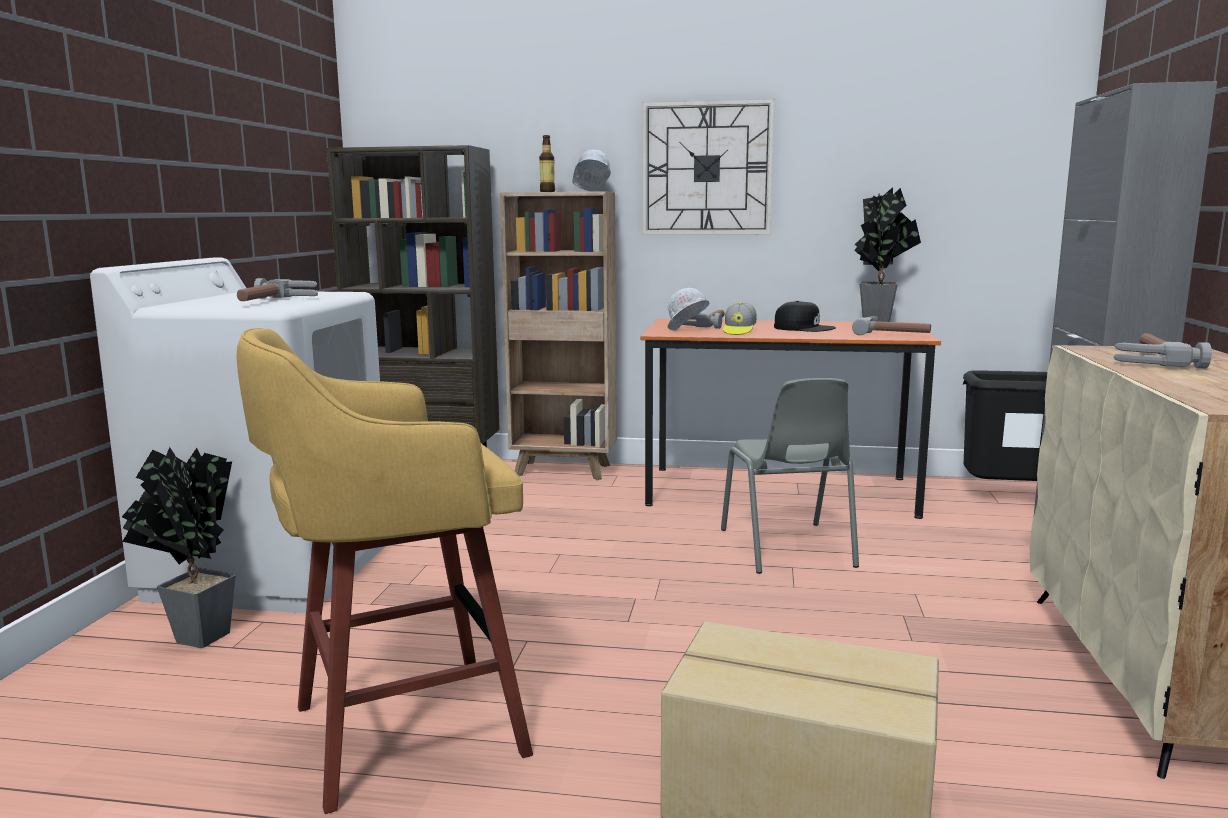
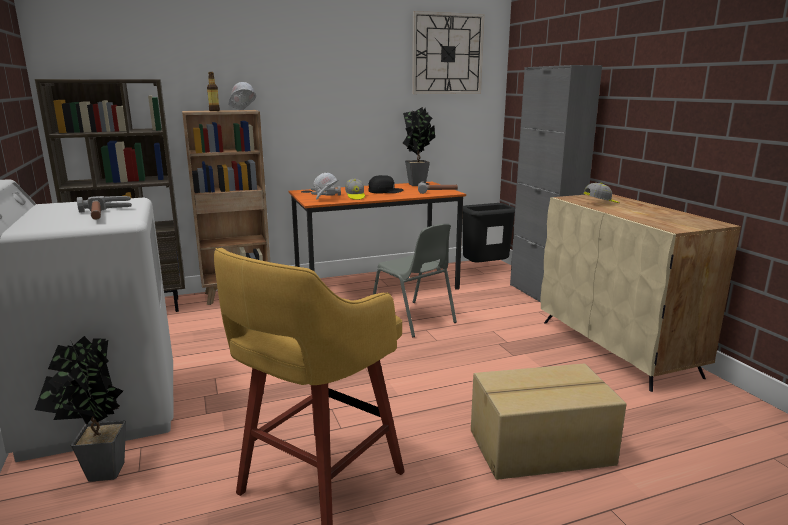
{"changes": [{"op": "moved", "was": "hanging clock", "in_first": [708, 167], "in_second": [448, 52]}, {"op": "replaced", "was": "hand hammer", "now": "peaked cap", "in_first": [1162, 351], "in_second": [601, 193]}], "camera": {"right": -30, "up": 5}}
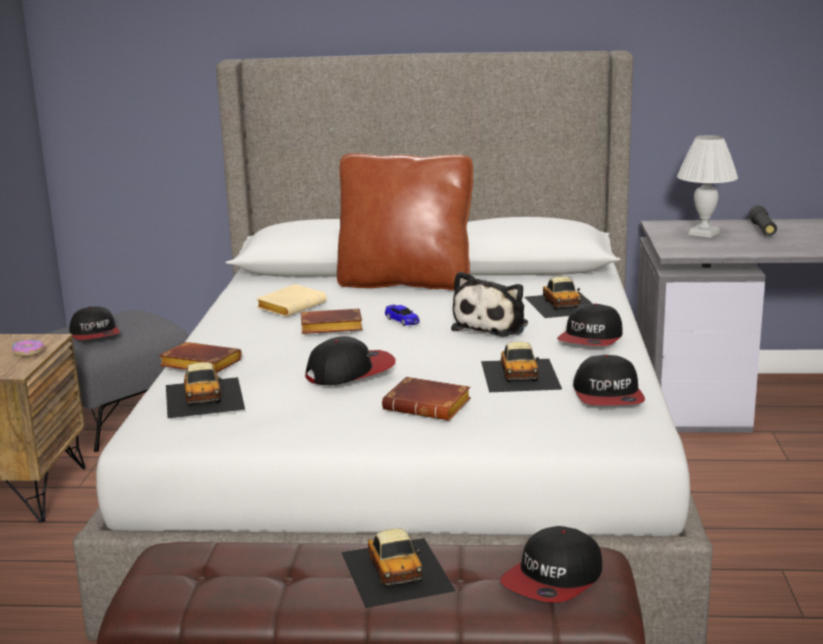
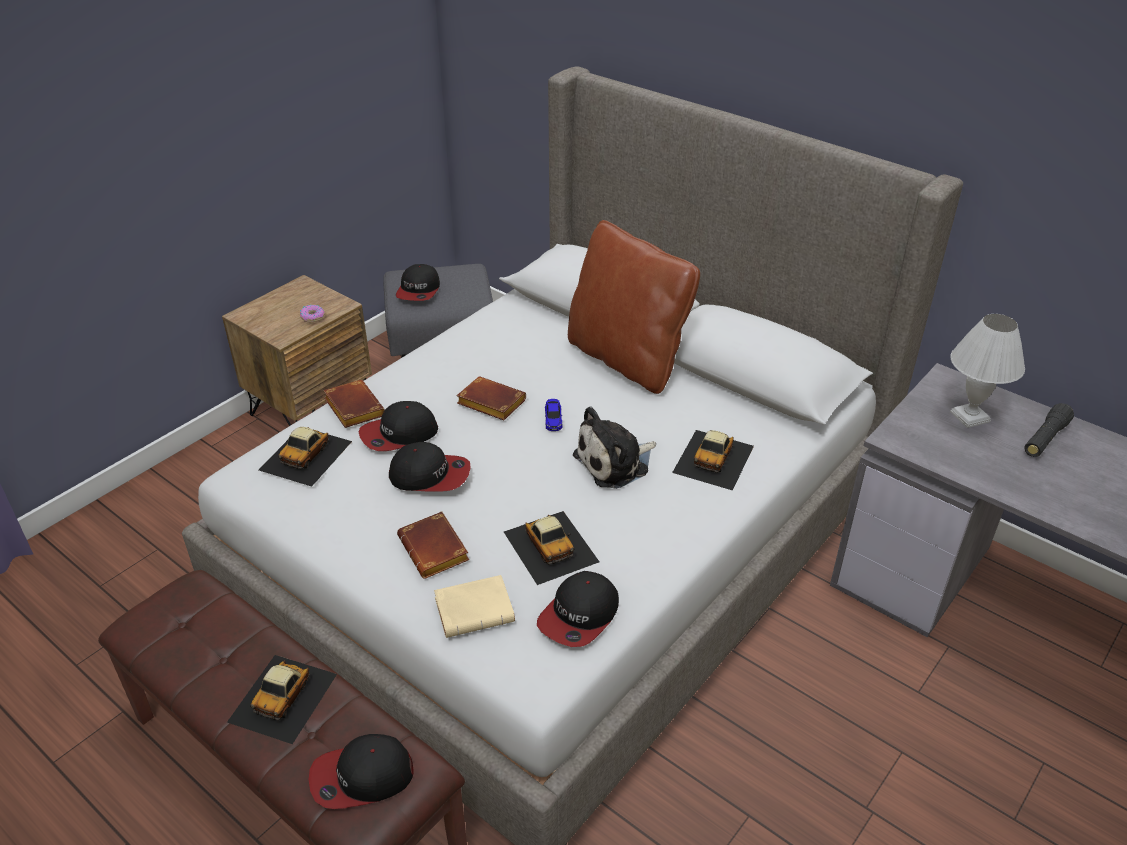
{"changes": [{"op": "moved", "was": "beige-coloured volume", "in_first": [291, 300], "in_second": [474, 606]}, {"op": "moved", "was": "peaked cap", "in_first": [590, 325], "in_second": [398, 426]}, {"op": "turned", "was": "toy car", "in_first": [521, 367], "in_second": [551, 548], "clockwise": -60}], "camera": {"right": 35, "up": 20}}
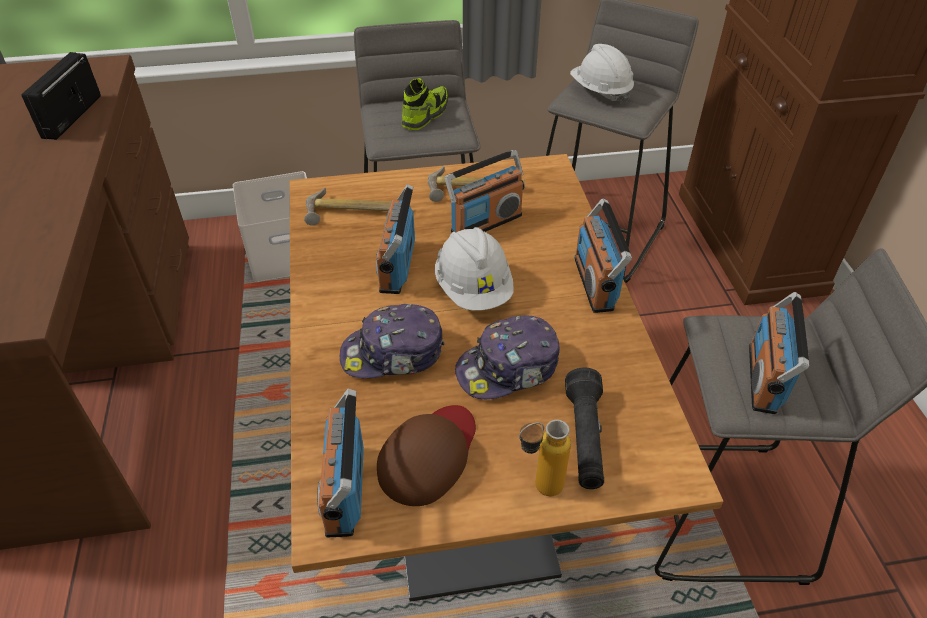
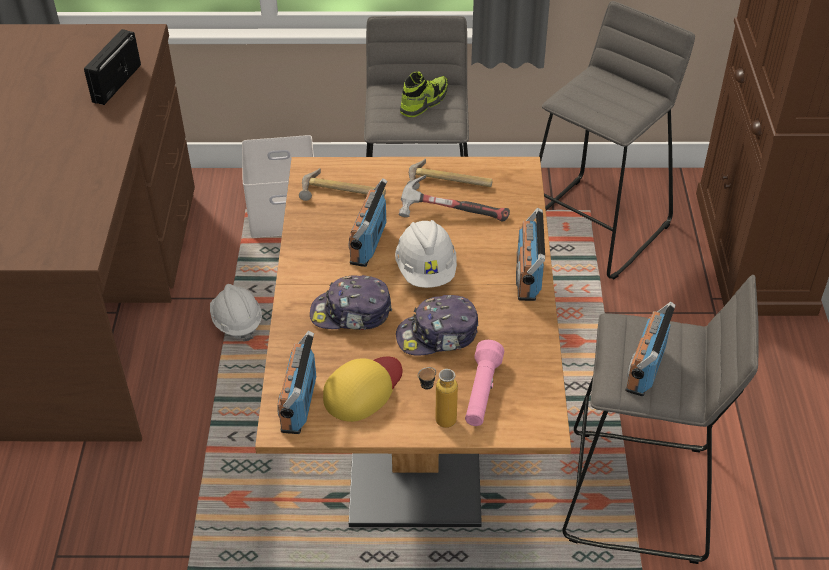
{"changes": [{"op": "moved", "was": "whitish hard hat", "in_first": [602, 74], "in_second": [236, 312]}, {"op": "replaced", "was": "radio receiver", "now": "hand hammer", "in_first": [484, 191], "in_second": [454, 198]}, {"op": "recoloured", "was": "black-coloured hand torch", "now": "pink hand torch", "in_first": [584, 428], "in_second": [484, 383]}, {"op": "recoloured", "was": "brown peaked cap", "now": "yellow-coloured peaked cap", "in_first": [426, 455], "in_second": [363, 389]}], "camera": {"right": 10, "up": 0}}
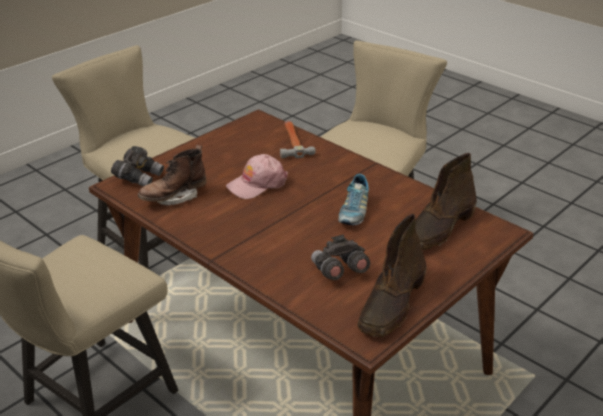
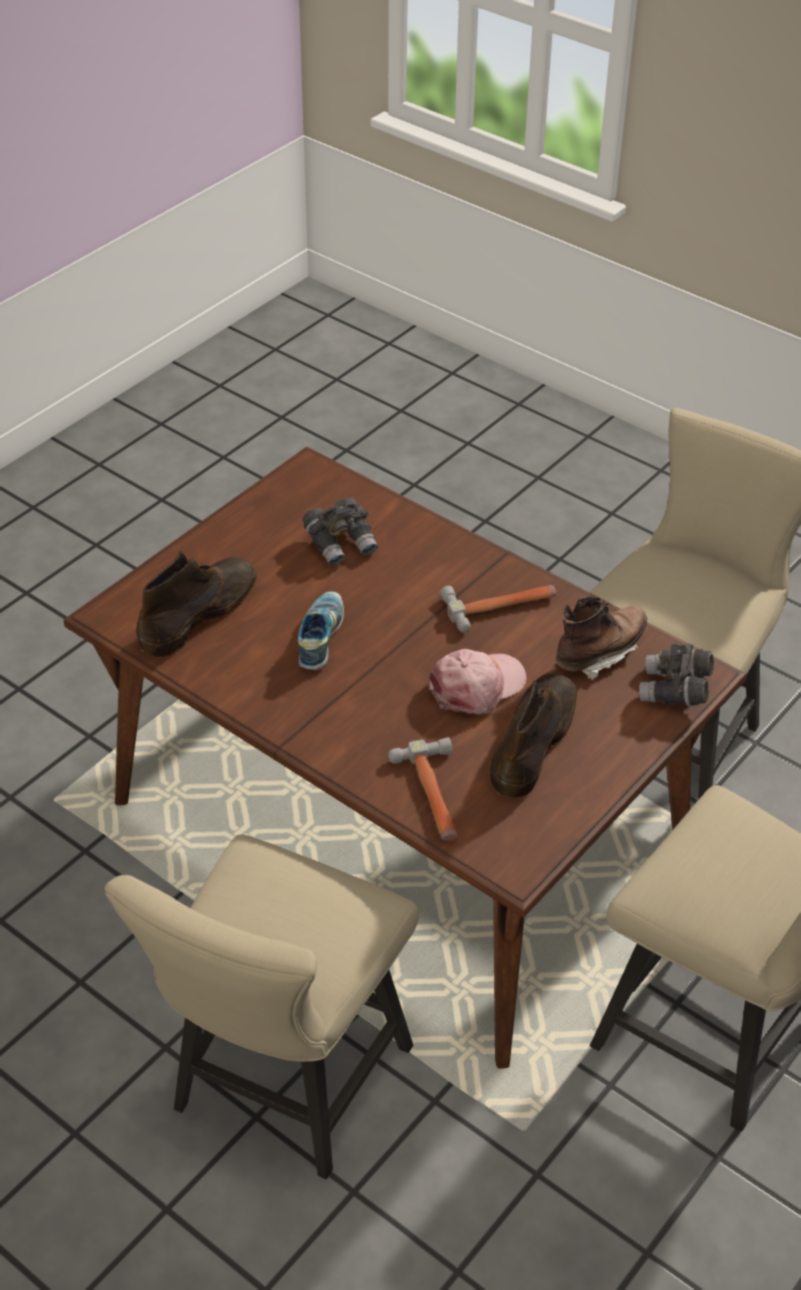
{"changes": [{"op": "moved", "was": "brown high-top boot", "in_first": [392, 275], "in_second": [533, 735]}, {"op": "added", "now": "hand hammer", "in_second": [498, 609]}], "camera": {"right": 175, "up": 10}}
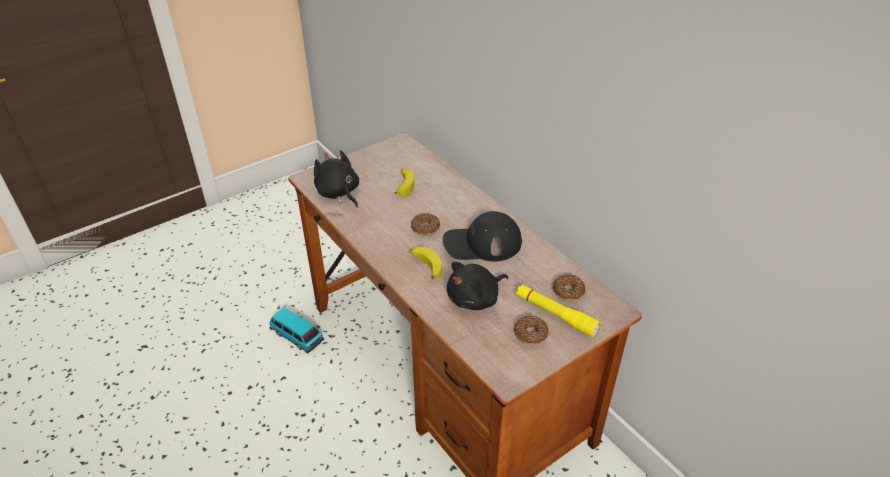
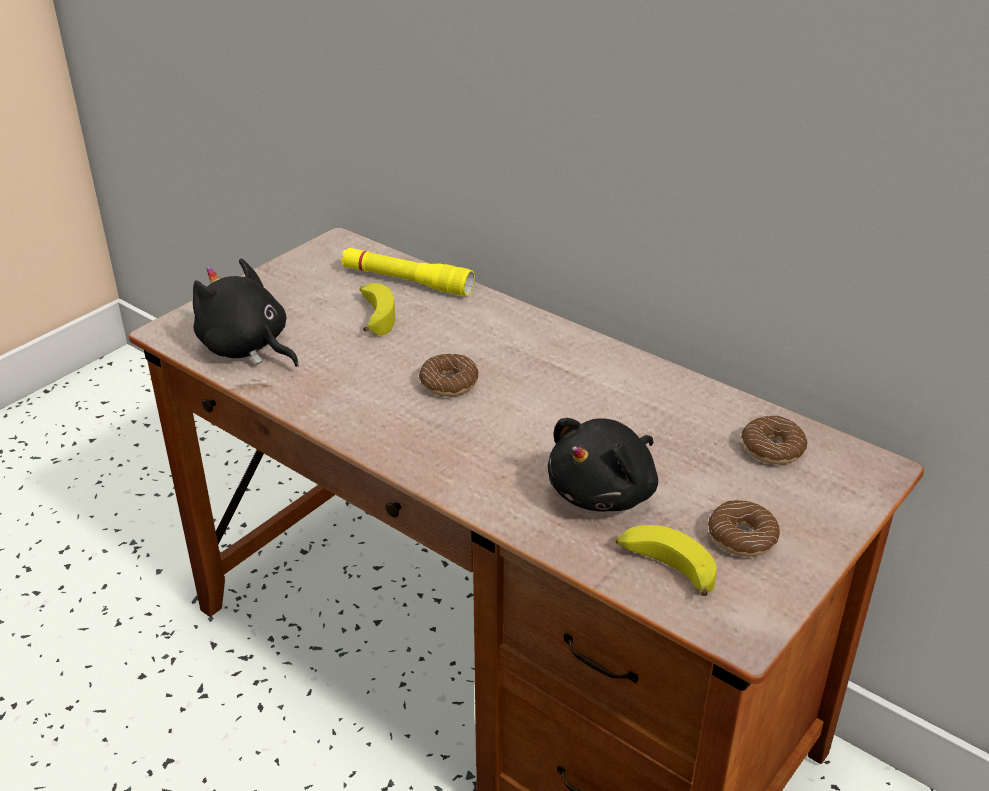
{"changes": [{"op": "removed", "was": "black-coloured peaked cap", "in_first": [482, 236]}, {"op": "moved", "was": "whole banana", "in_first": [425, 263], "in_second": [666, 560]}, {"op": "moved", "was": "yellow-coloured hand torch", "in_first": [558, 310], "in_second": [408, 272]}, {"op": "removed", "was": "toy car", "in_first": [296, 330]}], "camera": {"right": -15, "up": -5}}
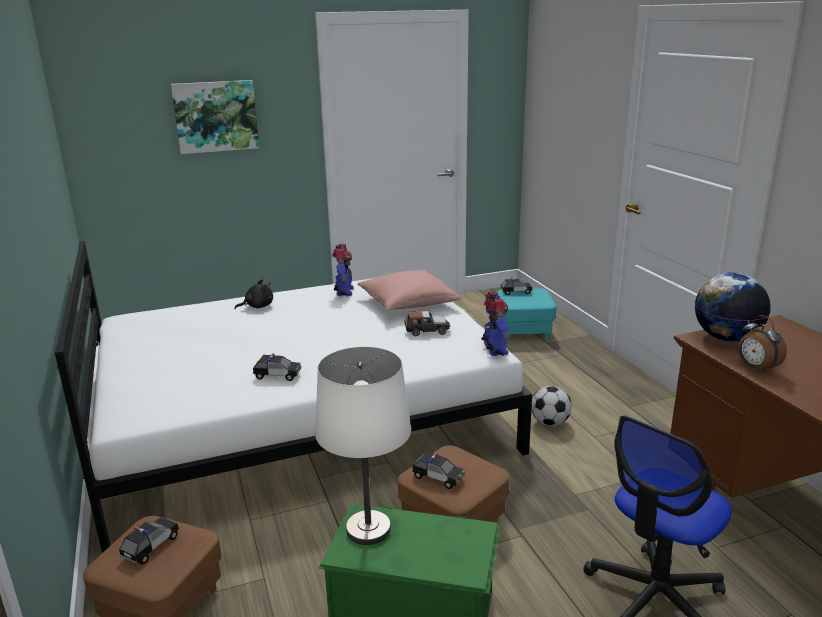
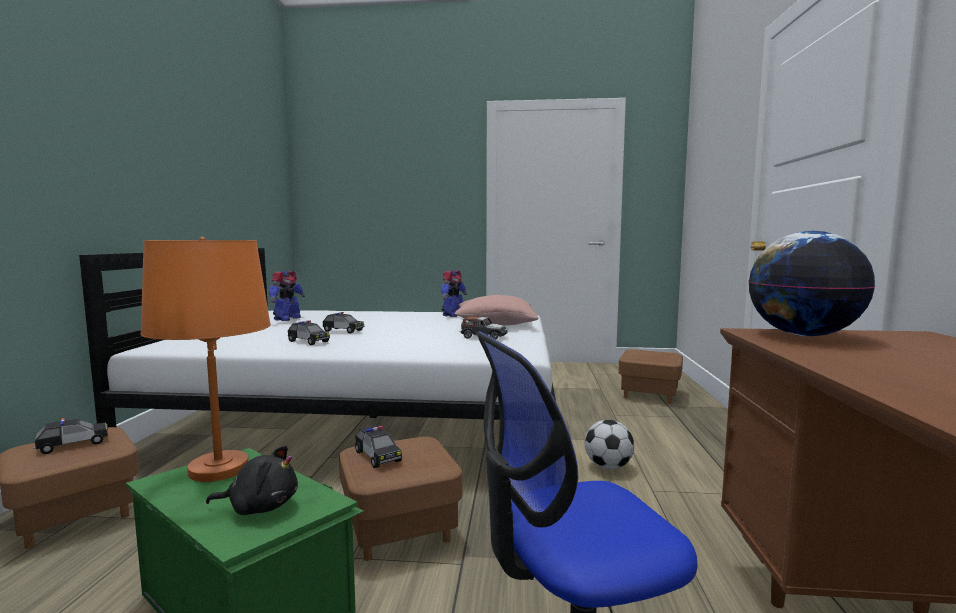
{"changes": [{"op": "removed", "was": "picture", "in_first": [215, 117]}, {"op": "moved", "was": "toy car", "in_first": [516, 286], "in_second": [343, 322]}, {"op": "moved", "was": "black-coloured plush toy", "in_first": [253, 294], "in_second": [252, 480]}, {"op": "recoloured", "was": "turquoise-coloured ottoman", "now": "brown ottoman", "in_first": [526, 314], "in_second": [650, 376]}, {"op": "moved", "was": "robot figure", "in_first": [495, 324], "in_second": [287, 296]}, {"op": "removed", "was": "table clock", "in_first": [762, 344]}, {"op": "recoloured", "was": "whitish lamp for a table", "now": "orange lamp for a table", "in_first": [363, 446], "in_second": [205, 359]}], "camera": {"right": 25, "up": -15}}
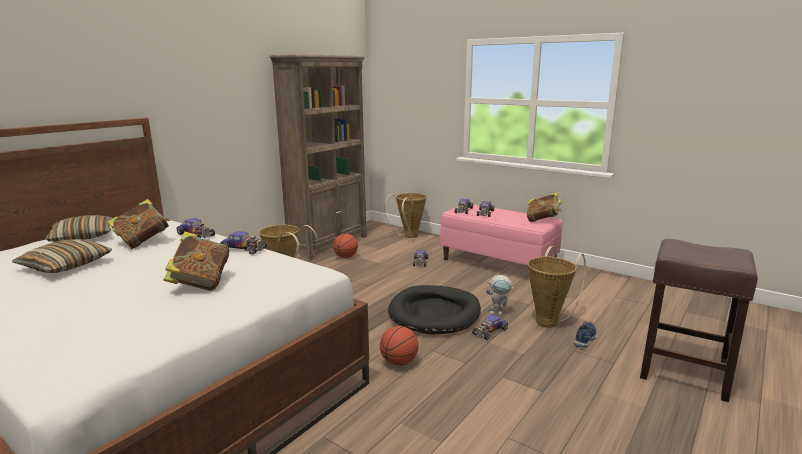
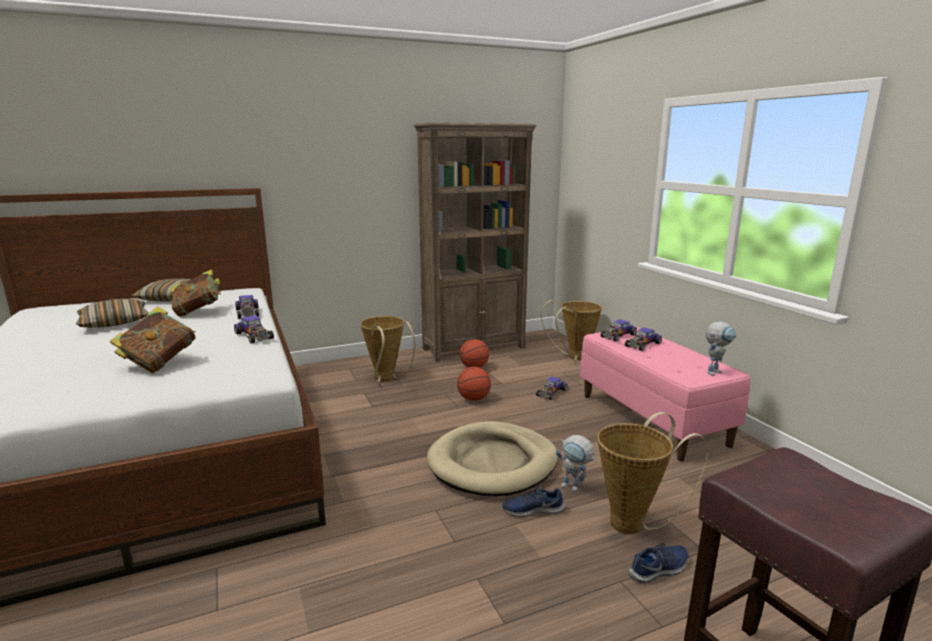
{"changes": [{"op": "replaced", "was": "volume", "now": "robot figure", "in_first": [544, 207], "in_second": [721, 349]}, {"op": "recoloured", "was": "black-coloured dog bed", "now": "beige-coloured dog bed", "in_first": [434, 310], "in_second": [492, 458]}, {"op": "replaced", "was": "toy car", "now": "blue shoe", "in_first": [490, 327], "in_second": [534, 501]}, {"op": "moved", "was": "basketball", "in_first": [399, 346], "in_second": [474, 384]}], "camera": {"right": 30, "up": 0}}
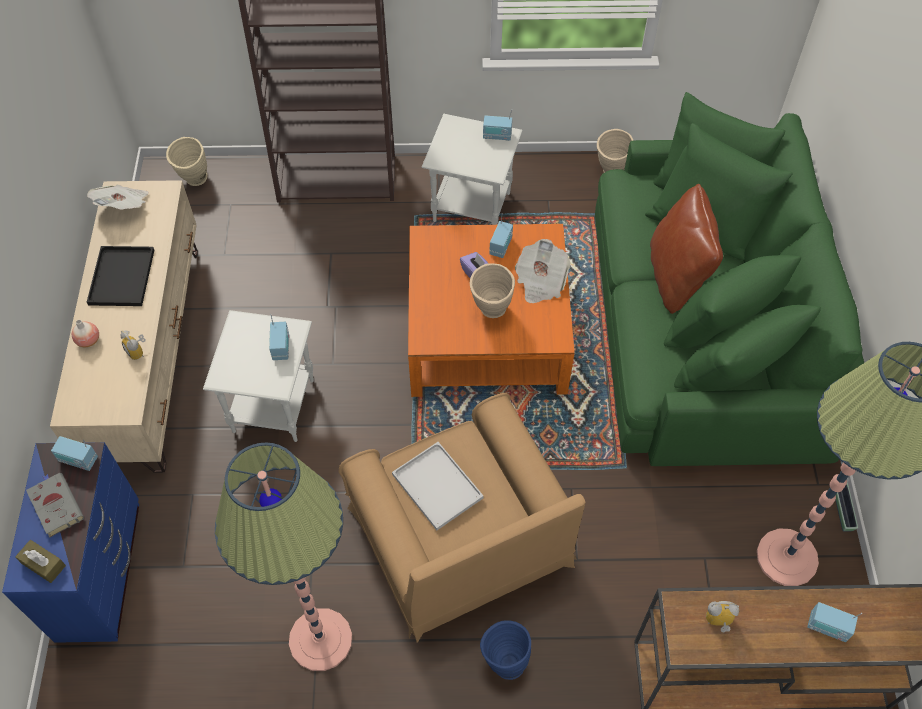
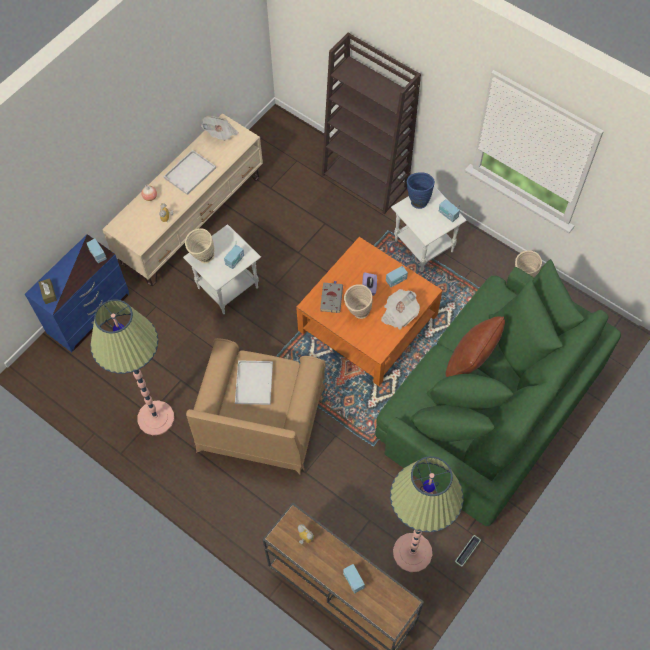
{"changes": [{"op": "moved", "was": "beige-coloured vase", "in_first": [187, 161], "in_second": [199, 245]}, {"op": "recoloured", "was": "black-coloured tray", "now": "whitish tray", "in_first": [120, 276], "in_second": [189, 172]}, {"op": "moved", "was": "greyish volume", "in_first": [55, 505], "in_second": [331, 297]}, {"op": "moved", "was": "blue vase", "in_first": [505, 650], "in_second": [421, 190]}], "camera": {"right": 40, "up": 5}}
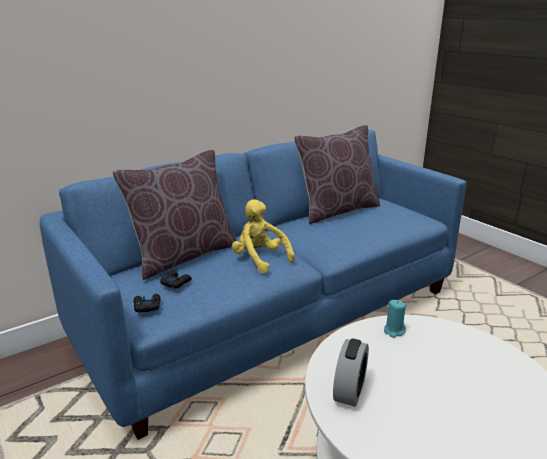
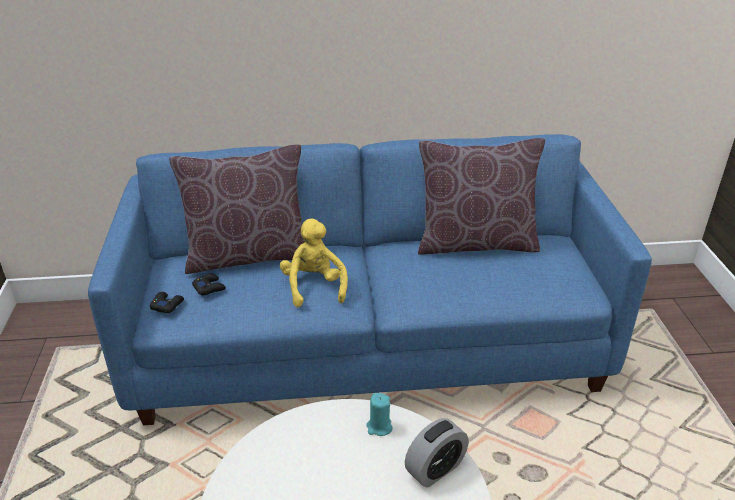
{"changes": [{"op": "moved", "was": "table clock", "in_first": [351, 373], "in_second": [437, 452]}], "camera": {"right": 30, "up": 10}}
